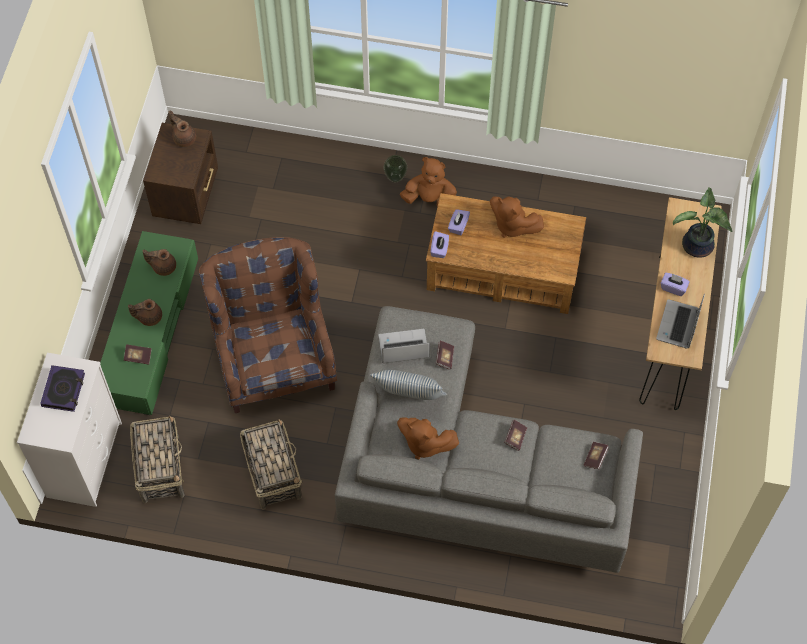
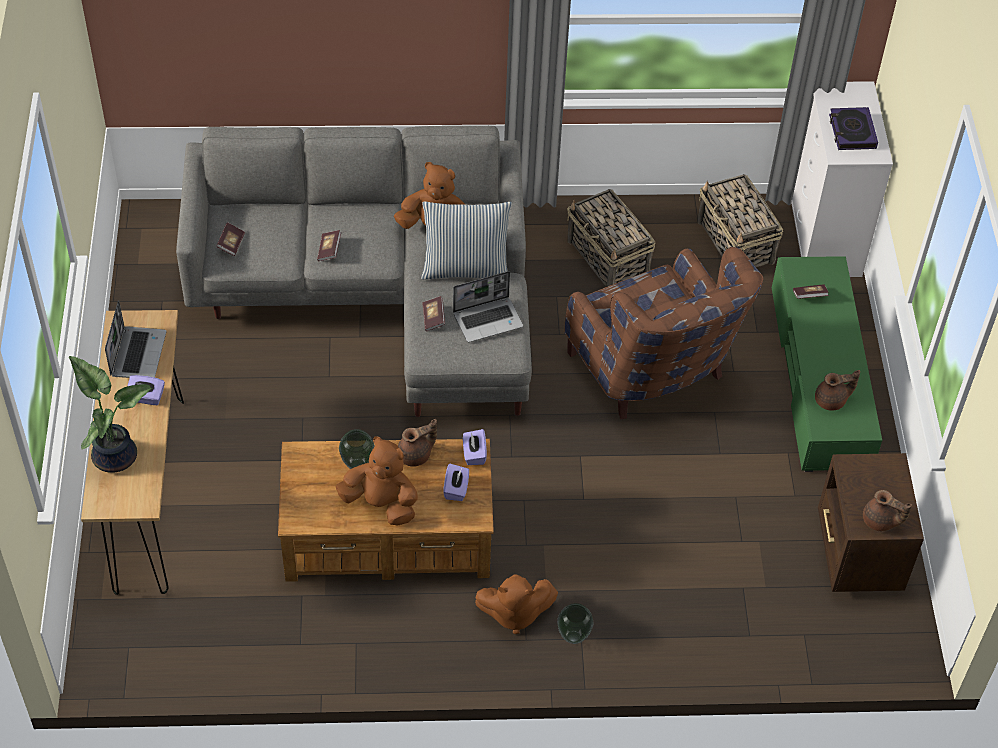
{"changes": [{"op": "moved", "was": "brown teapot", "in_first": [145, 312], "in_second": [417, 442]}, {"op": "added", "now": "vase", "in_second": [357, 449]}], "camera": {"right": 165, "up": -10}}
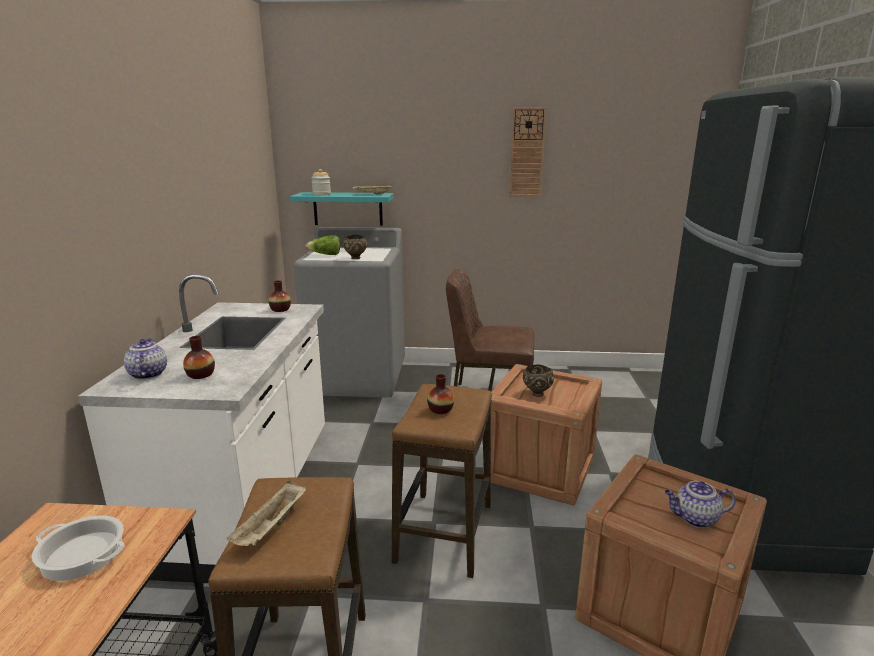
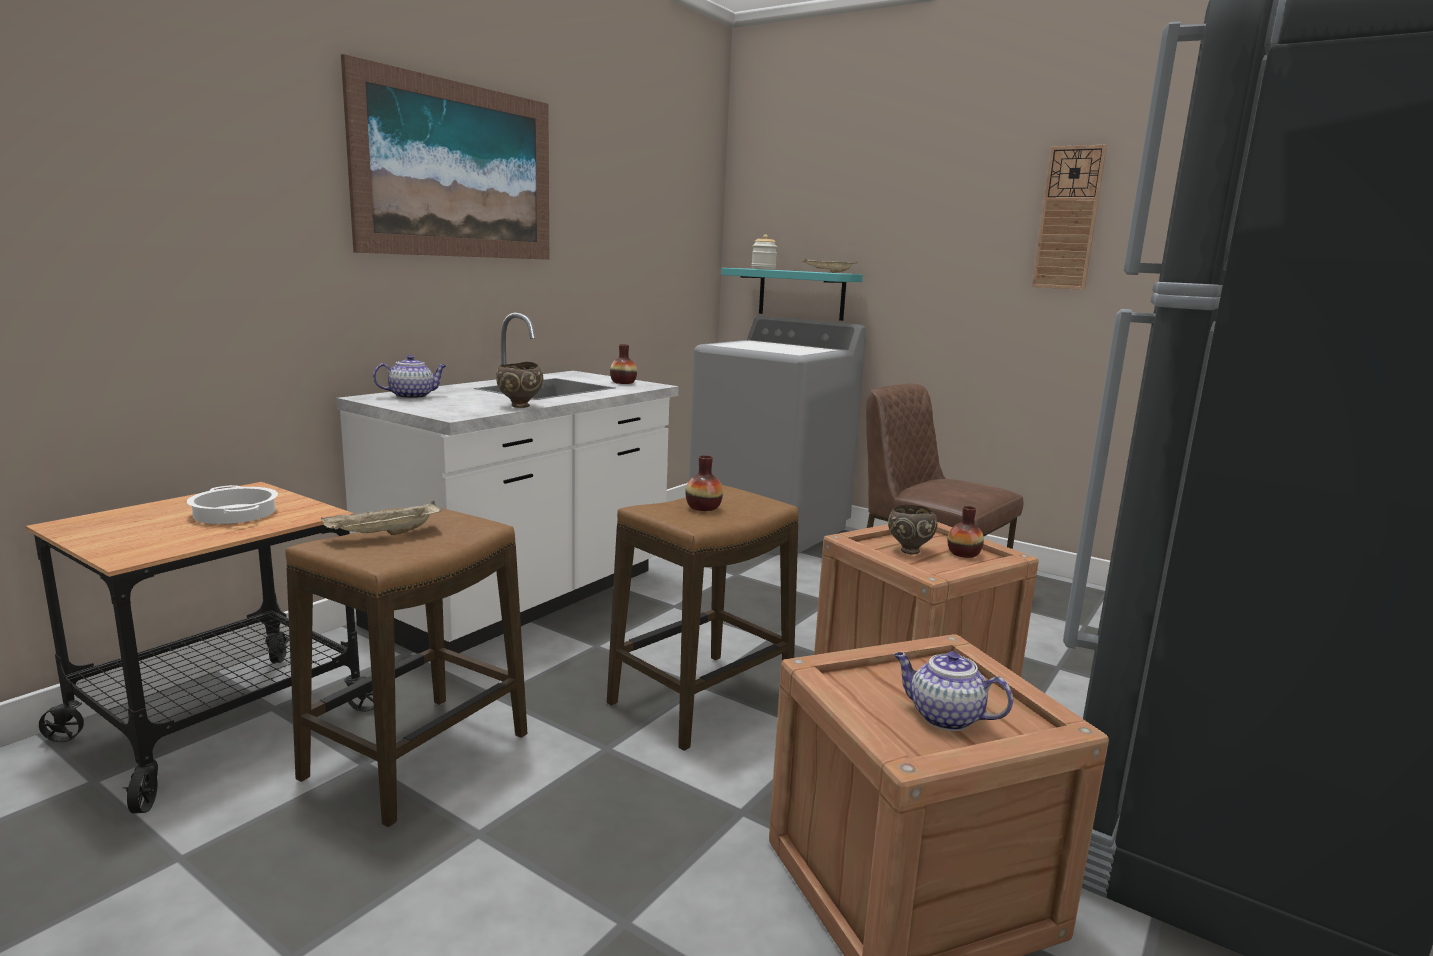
{"changes": [{"op": "removed", "was": "lettuce head", "in_first": [323, 245]}, {"op": "moved", "was": "brown bowl", "in_first": [355, 247], "in_second": [519, 385]}, {"op": "moved", "was": "vase", "in_first": [199, 357], "in_second": [966, 532]}, {"op": "turned", "was": "teapot", "in_first": [145, 358], "in_second": [409, 377], "clockwise": 45}, {"op": "added", "now": "picture", "in_second": [445, 157]}], "camera": {"right": 30, "up": -5}}
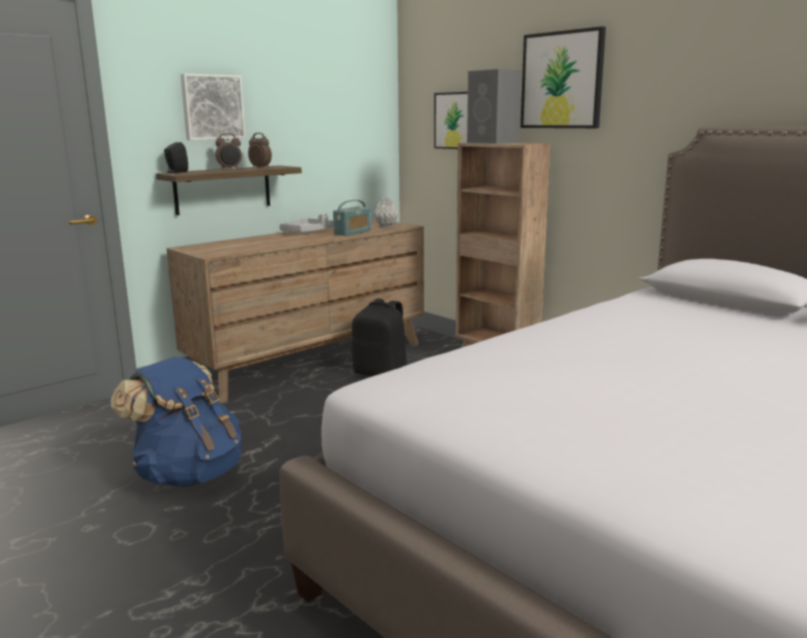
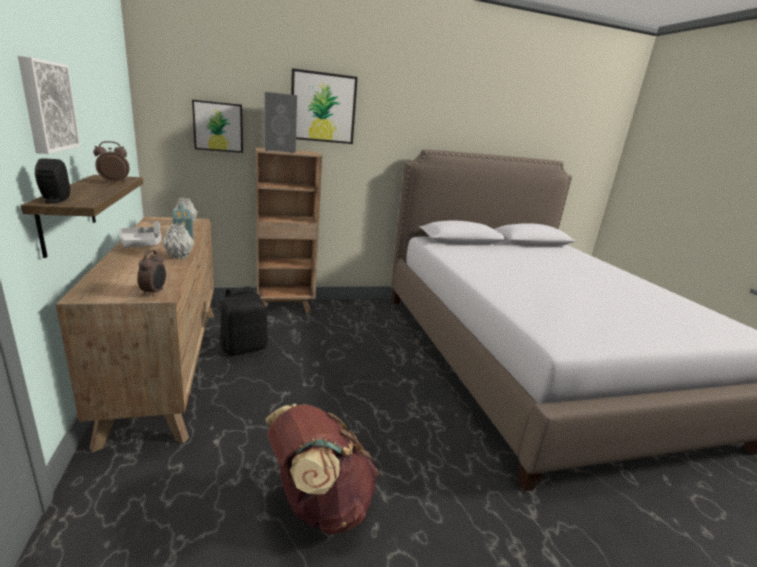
{"changes": [{"op": "moved", "was": "table clock", "in_first": [228, 151], "in_second": [151, 273]}, {"op": "recoloured", "was": "blue knapsack", "now": "brown knapsack", "in_first": [176, 422], "in_second": [322, 469]}, {"op": "added", "now": "greyish vase", "in_second": [178, 241]}], "camera": {"right": -65, "up": 5}}
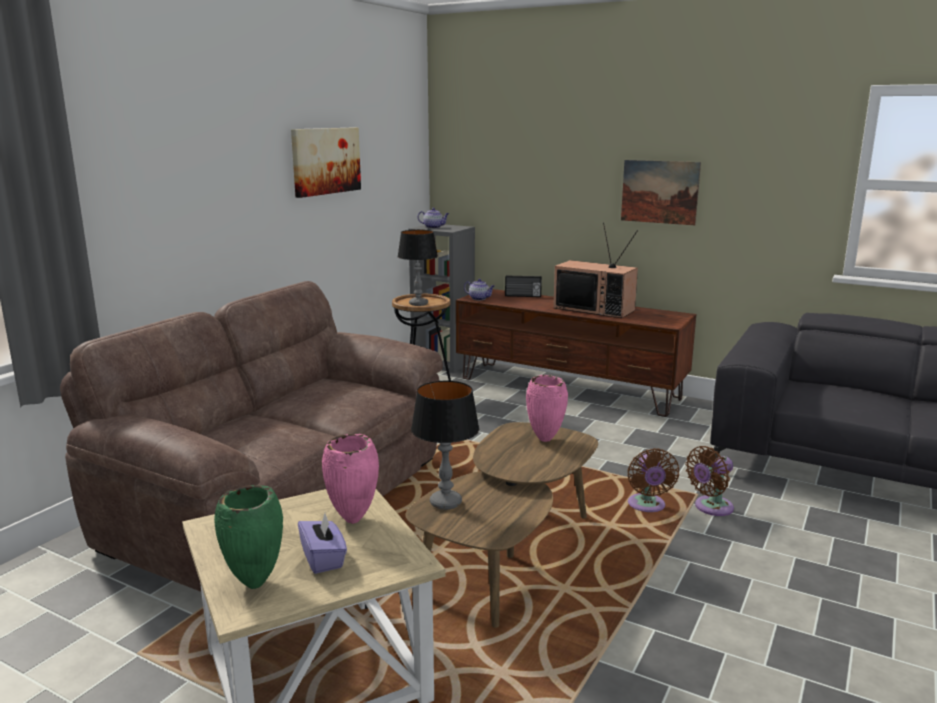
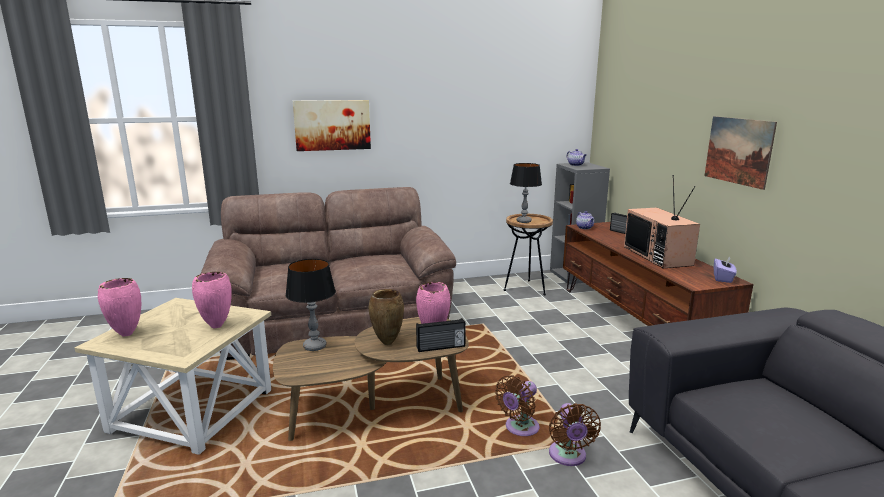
{"changes": [{"op": "moved", "was": "picture", "in_first": [326, 162], "in_second": [332, 125]}, {"op": "turned", "was": "brown cooling fan", "in_first": [709, 481], "in_second": [575, 434], "clockwise": -105}, {"op": "recoloured", "was": "green-coloured vase", "now": "pink vase", "in_first": [248, 537], "in_second": [119, 307]}, {"op": "moved", "was": "purplish box of tissues", "in_first": [322, 543], "in_second": [725, 269]}, {"op": "added", "now": "brown vase", "in_second": [386, 317]}, {"op": "added", "now": "radio receiver", "in_second": [441, 335]}], "camera": {"right": 45, "up": 0}}
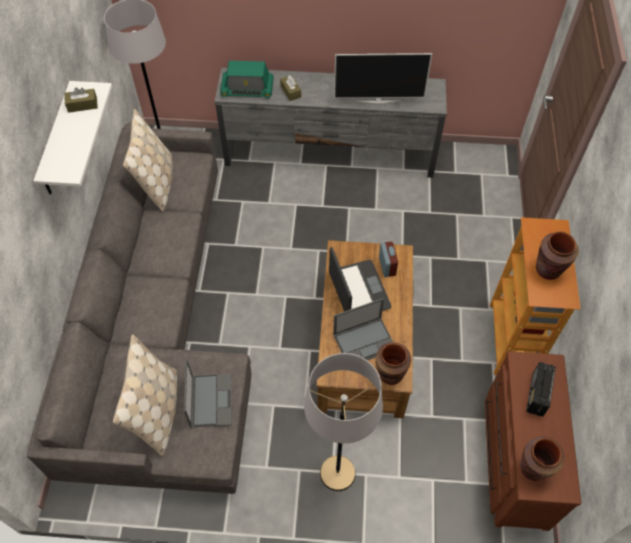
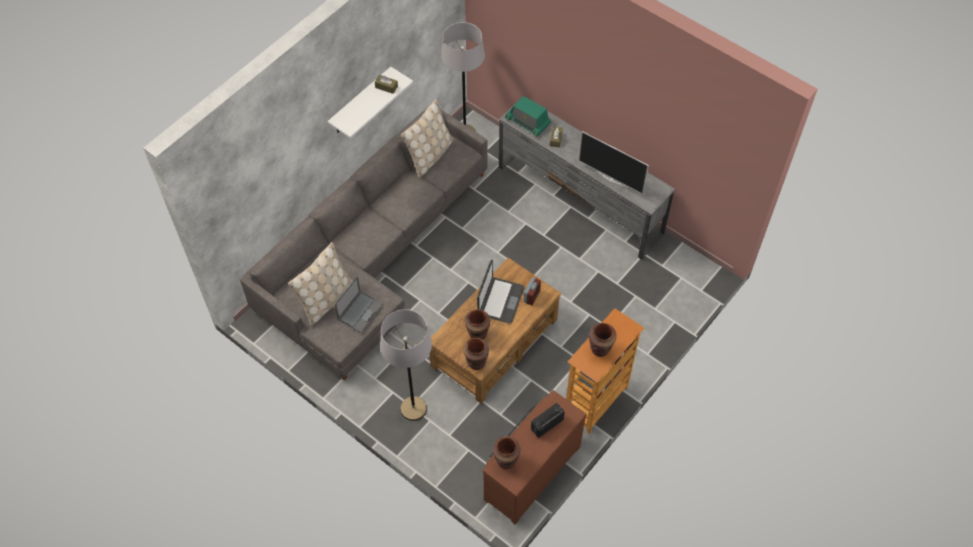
{"changes": [{"op": "replaced", "was": "notebook computer", "now": "brown vase", "in_first": [363, 329], "in_second": [477, 324]}], "camera": {"right": 35, "up": 0}}
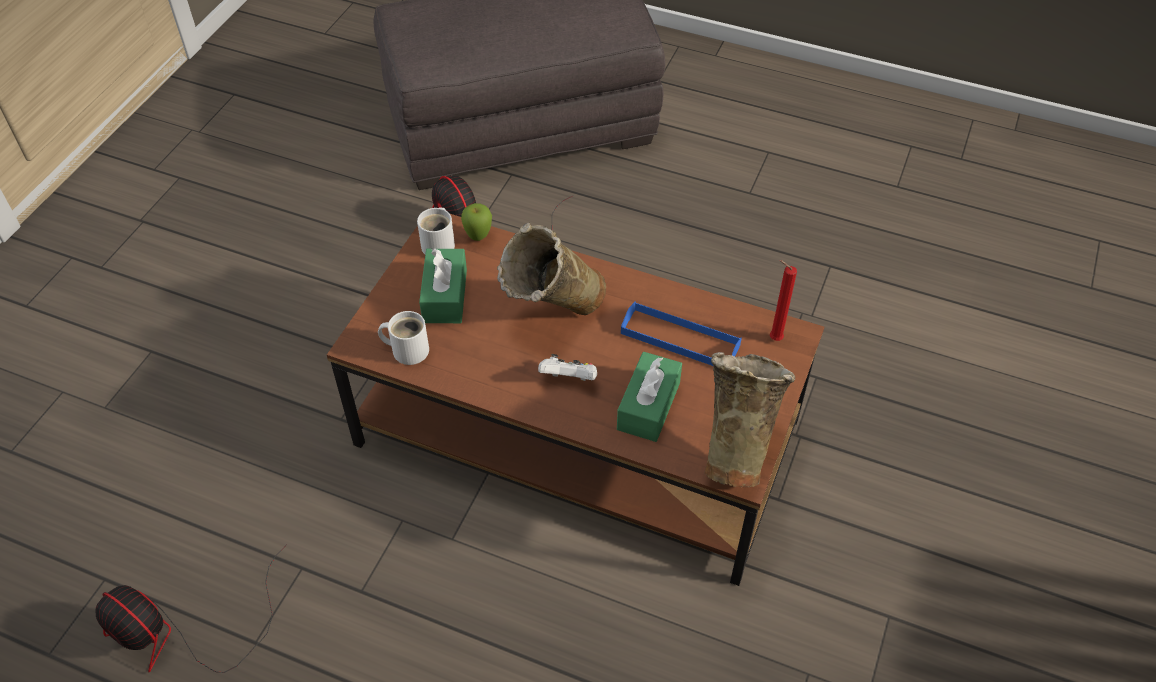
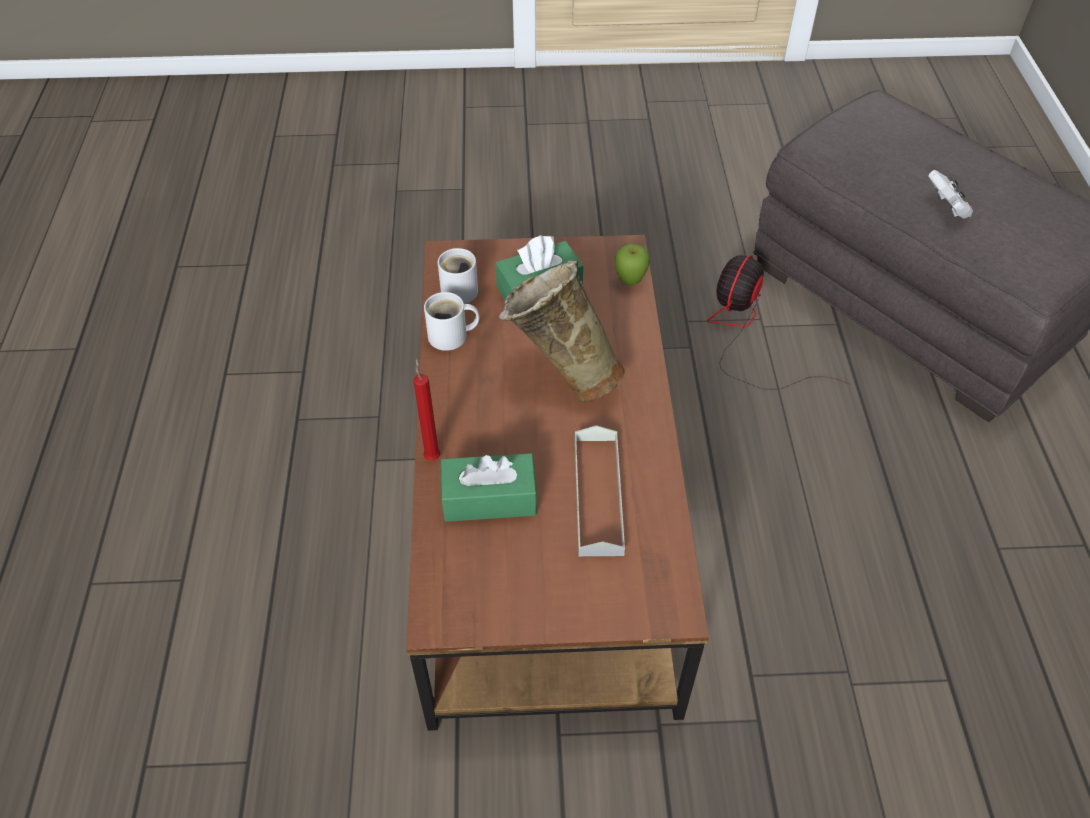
{"changes": [{"op": "moved", "was": "whitish mug", "in_first": [436, 230], "in_second": [451, 321]}, {"op": "moved", "was": "red candle", "in_first": [783, 300], "in_second": [426, 409]}, {"op": "recoloured", "was": "blue tray", "now": "greyish tray", "in_first": [681, 334], "in_second": [600, 490]}, {"op": "removed", "was": "beige-coloured vase", "in_first": [750, 419]}, {"op": "moved", "was": "whitish gamepad", "in_first": [567, 367], "in_second": [950, 194]}, {"op": "removed", "was": "cooling fan", "in_first": [191, 608]}], "camera": {"right": 65, "up": 0}}
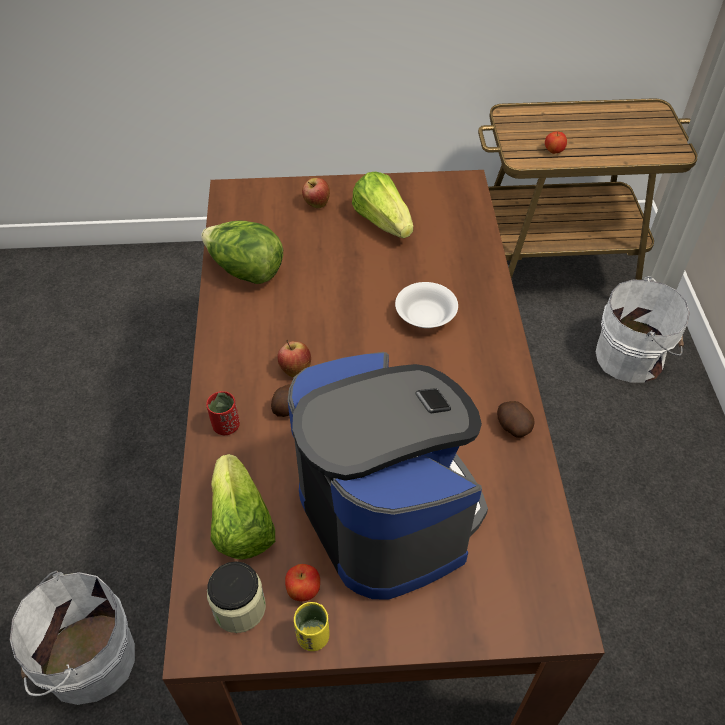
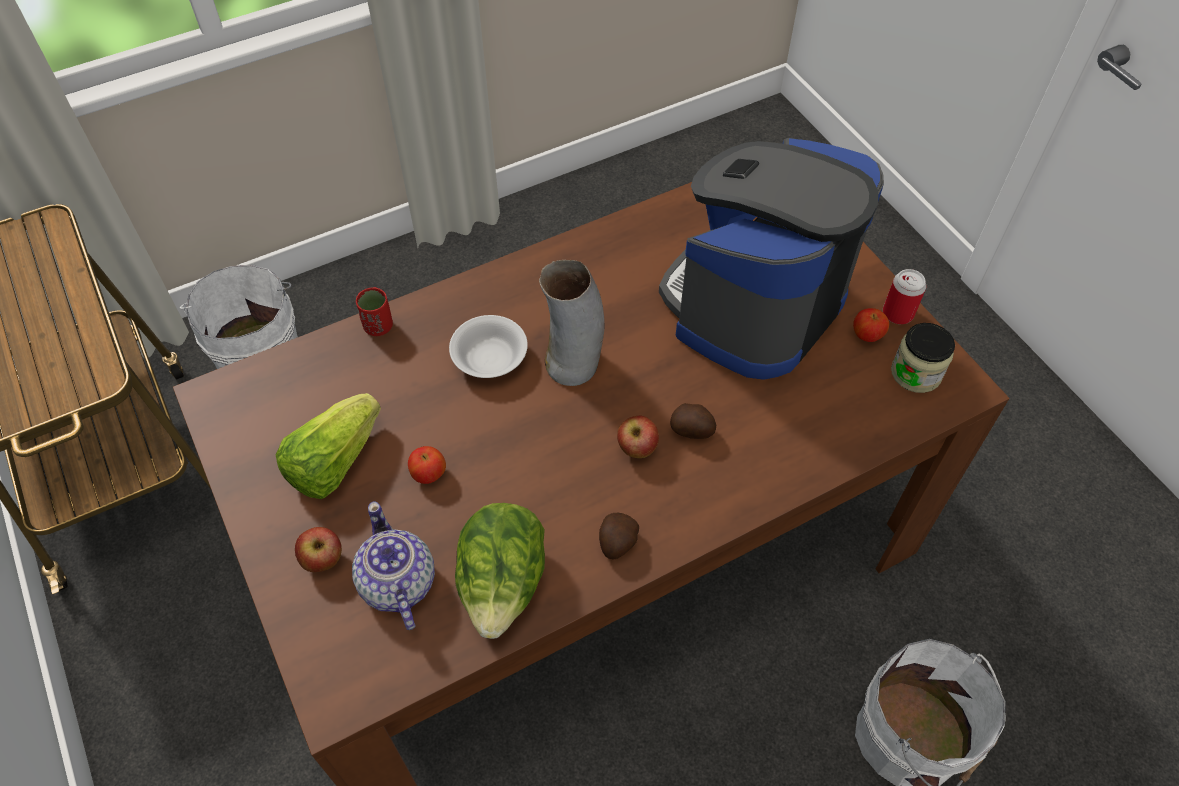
{"changes": [{"op": "moved", "was": "whole apple", "in_first": [556, 142], "in_second": [427, 465]}, {"op": "moved", "was": "red drinking cup", "in_first": [223, 413], "in_second": [374, 311]}, {"op": "moved", "was": "spud", "in_first": [515, 419], "in_second": [619, 536]}, {"op": "removed", "was": "lettuce head", "in_first": [242, 506]}, {"op": "replaced", "was": "yellow-coloured drinking cup", "now": "can", "in_first": [312, 626], "in_second": [904, 296]}, {"op": "added", "now": "vase", "in_second": [572, 323]}, {"op": "added", "now": "teapot", "in_second": [393, 565]}], "camera": {"right": -115, "up": 5}}
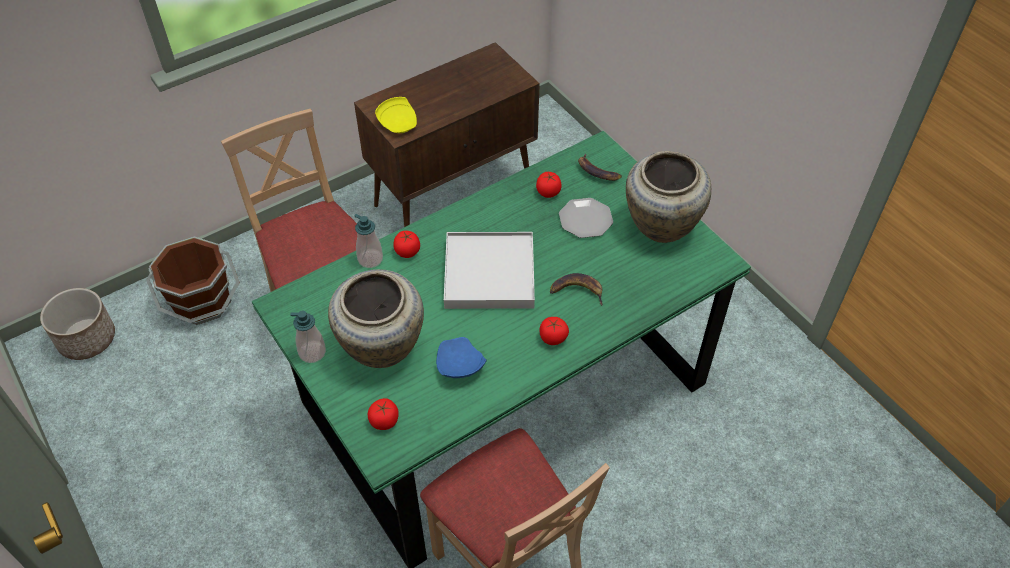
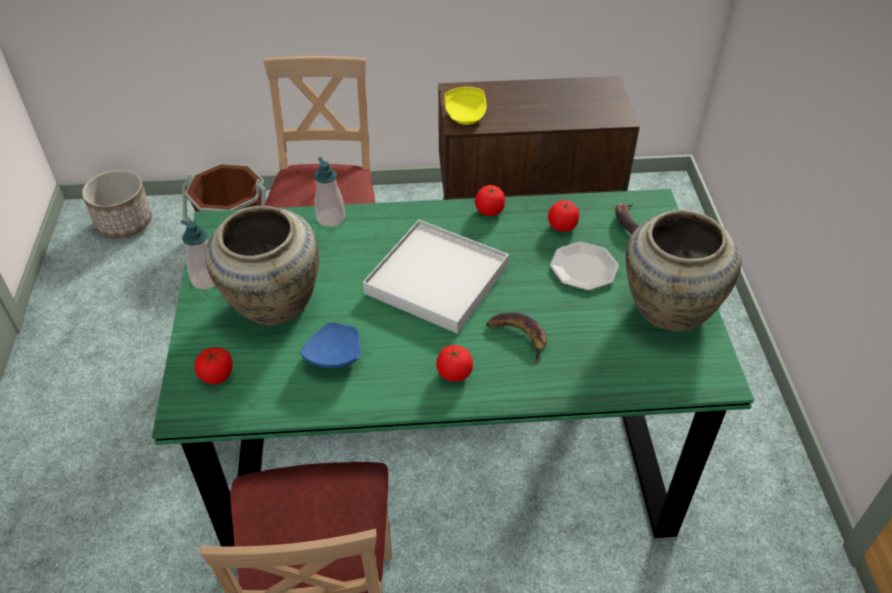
{"changes": [{"op": "moved", "was": "whole tomato", "in_first": [406, 244], "in_second": [490, 200]}], "camera": {"right": 30, "up": -5}}
